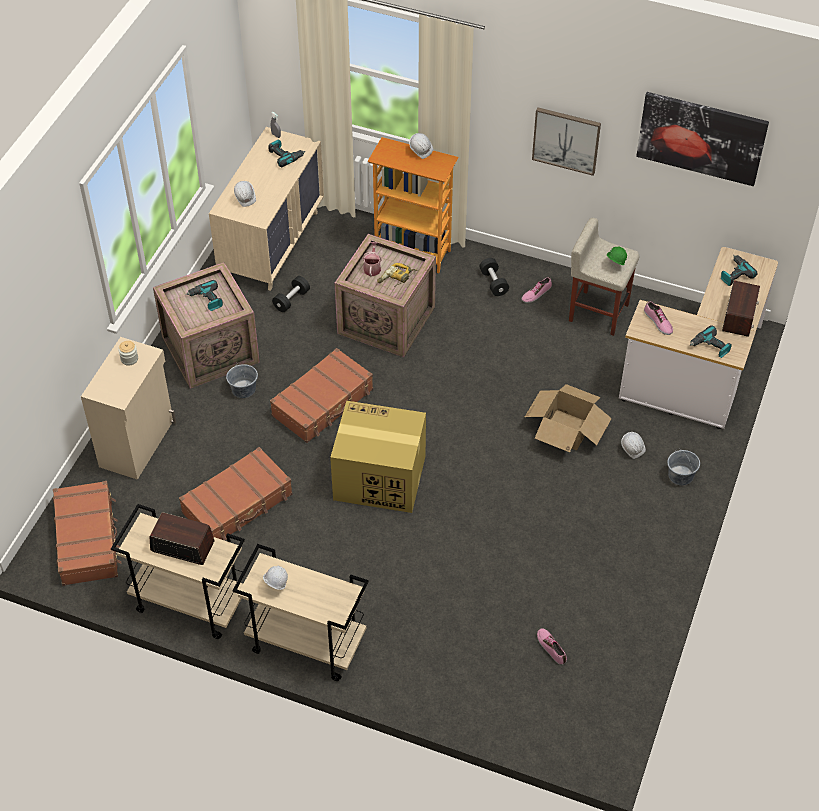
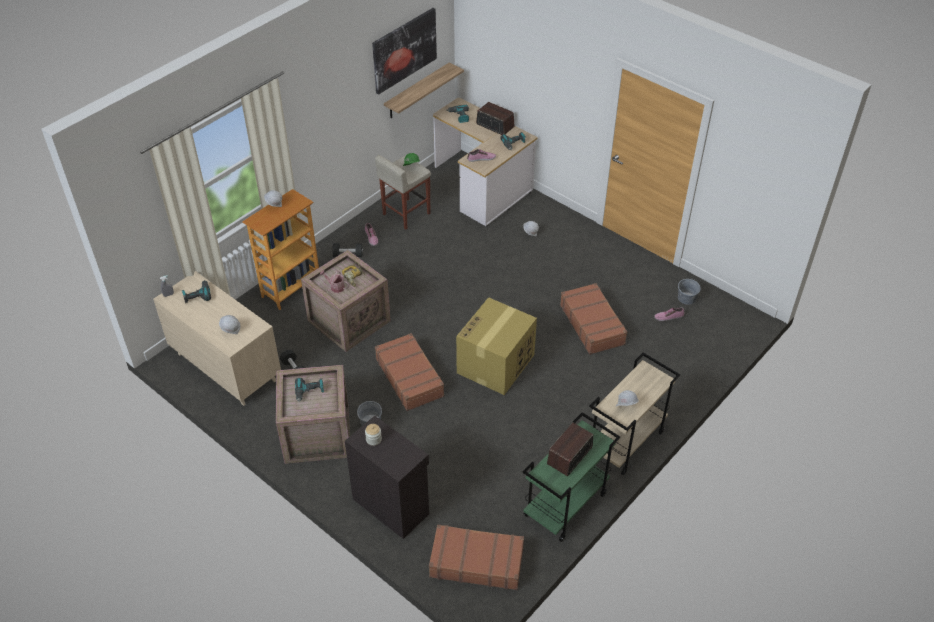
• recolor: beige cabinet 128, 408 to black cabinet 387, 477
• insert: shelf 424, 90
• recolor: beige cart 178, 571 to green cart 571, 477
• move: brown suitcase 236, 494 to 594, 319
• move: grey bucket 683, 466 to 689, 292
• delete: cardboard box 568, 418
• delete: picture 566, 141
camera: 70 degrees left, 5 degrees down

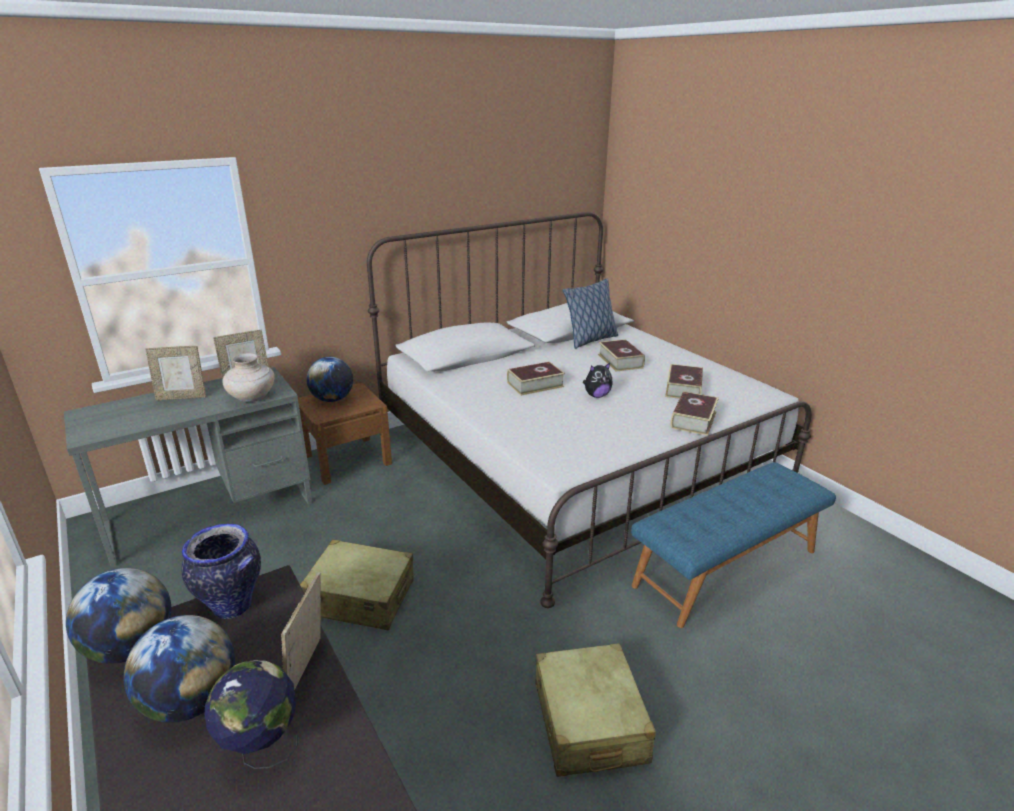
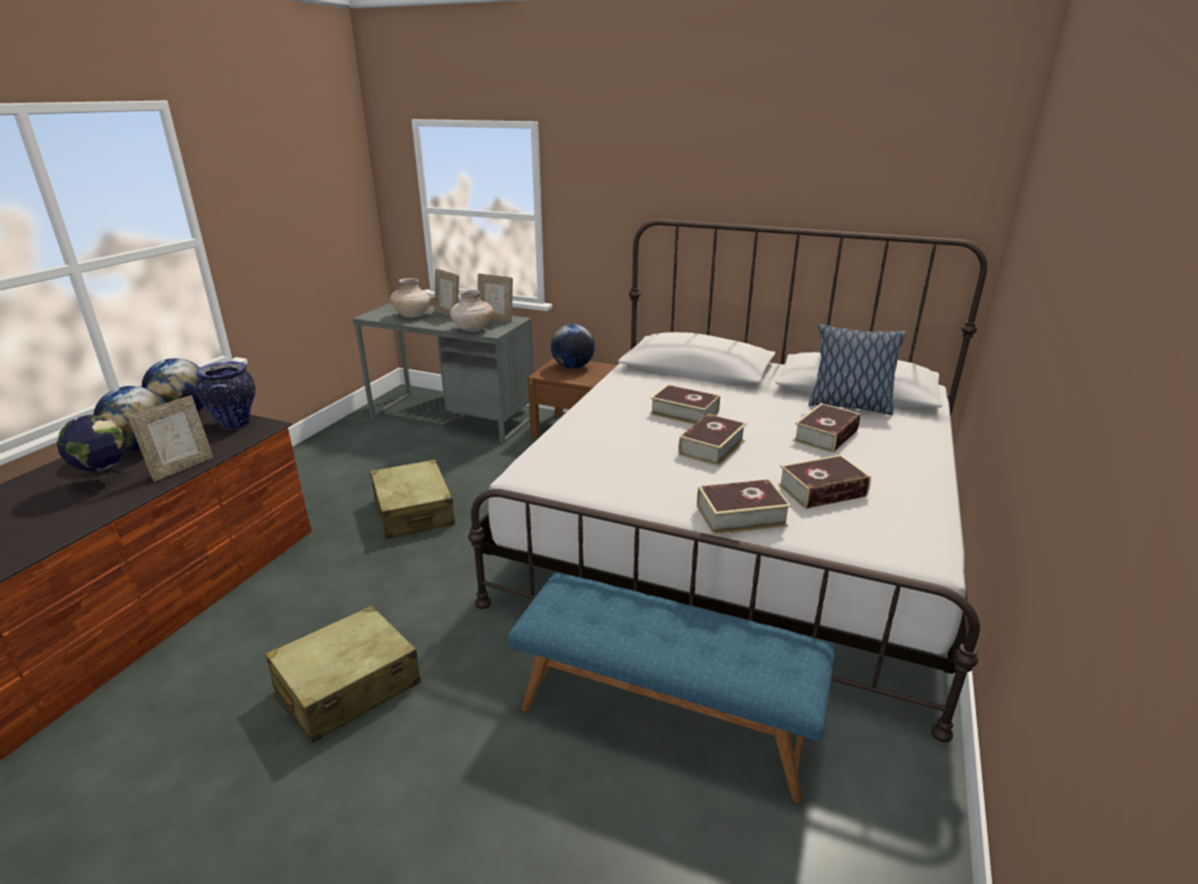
• rotate: picture frame 301, 631 = 170, 439 150 degrees clockwise
• insert: beige vase 410, 298
• replace: plush toy 598, 380 to book 712, 440
camera: 55 degrees right, 0 degrees up

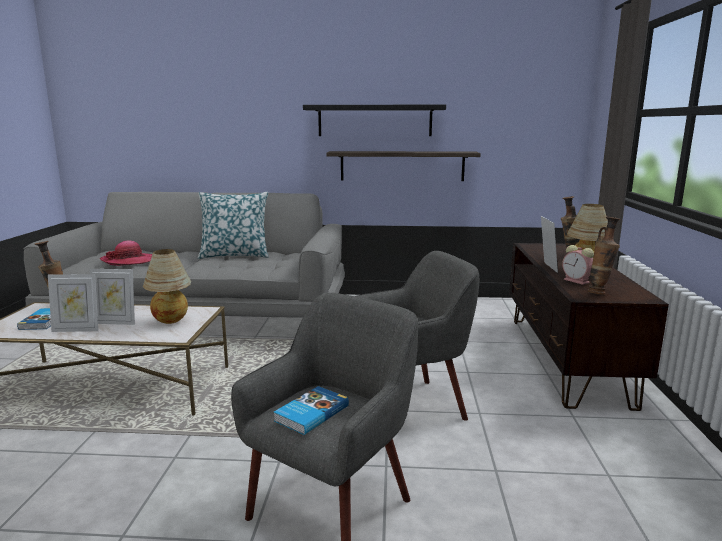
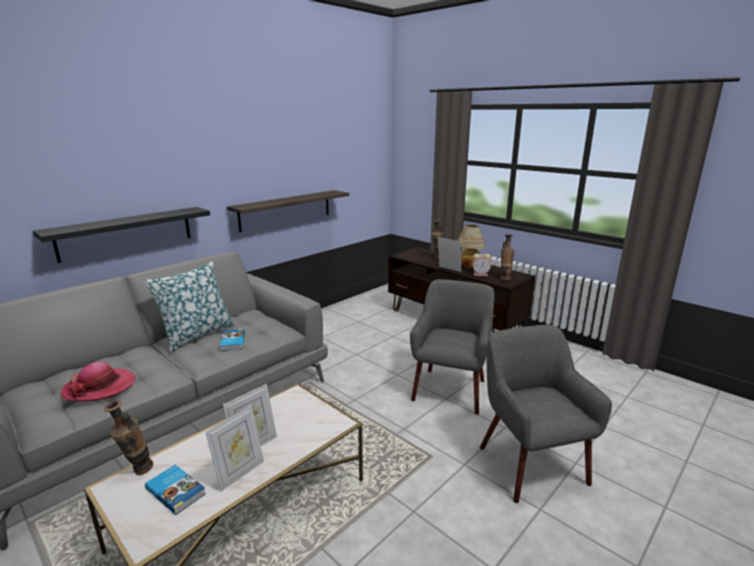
• move: black shelf 374, 120 to 121, 235
• move: book 311, 410 to 232, 340
• delete: table lamp 167, 286
camera: 50 degrees left, 5 degrees up

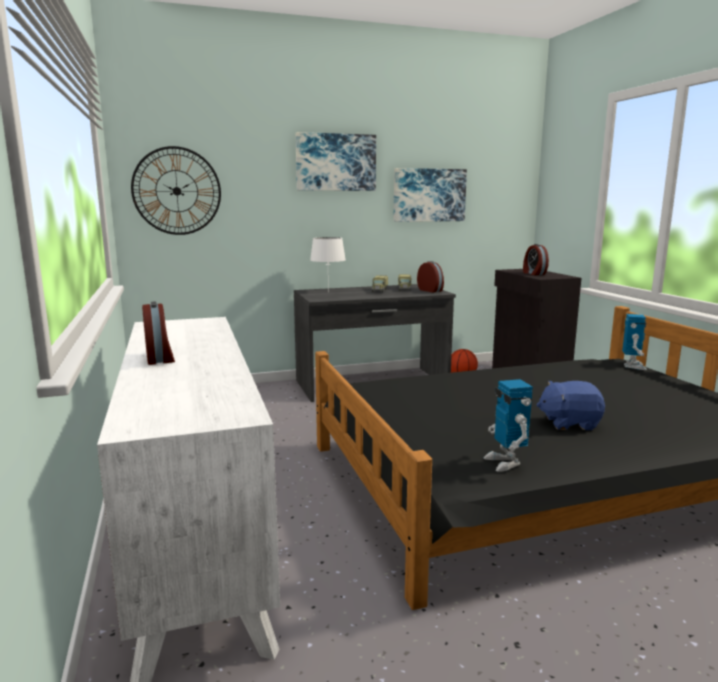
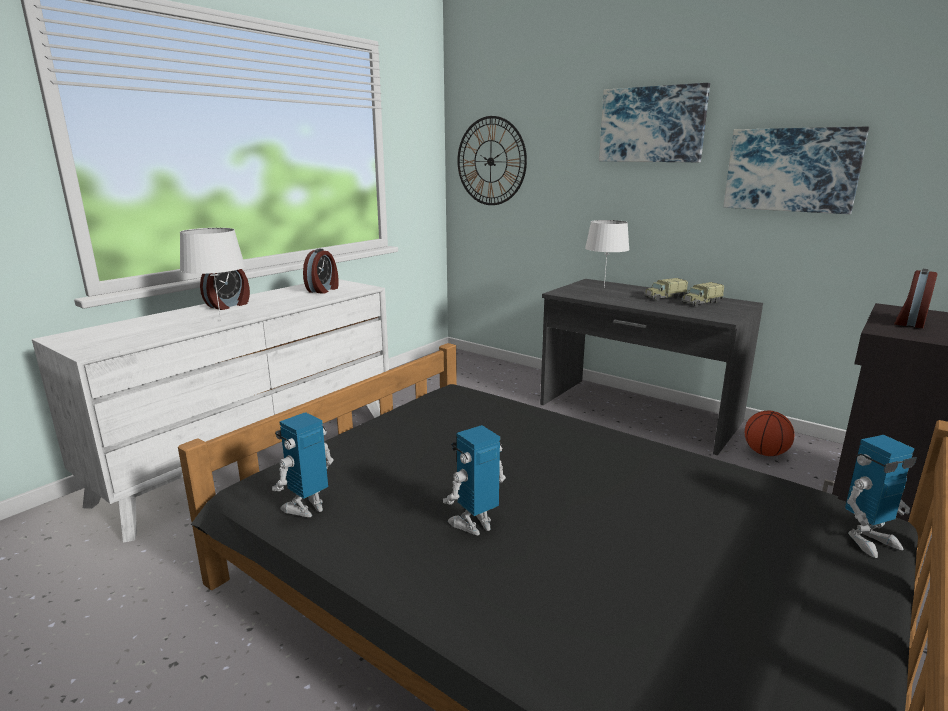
• insert: white table lamp 212, 274
• move: alarm clock 430, 277 to 321, 271
• replace: blue plush toy 571, 405 to toy robot 474, 480
camera: 55 degrees right, 5 degrees up

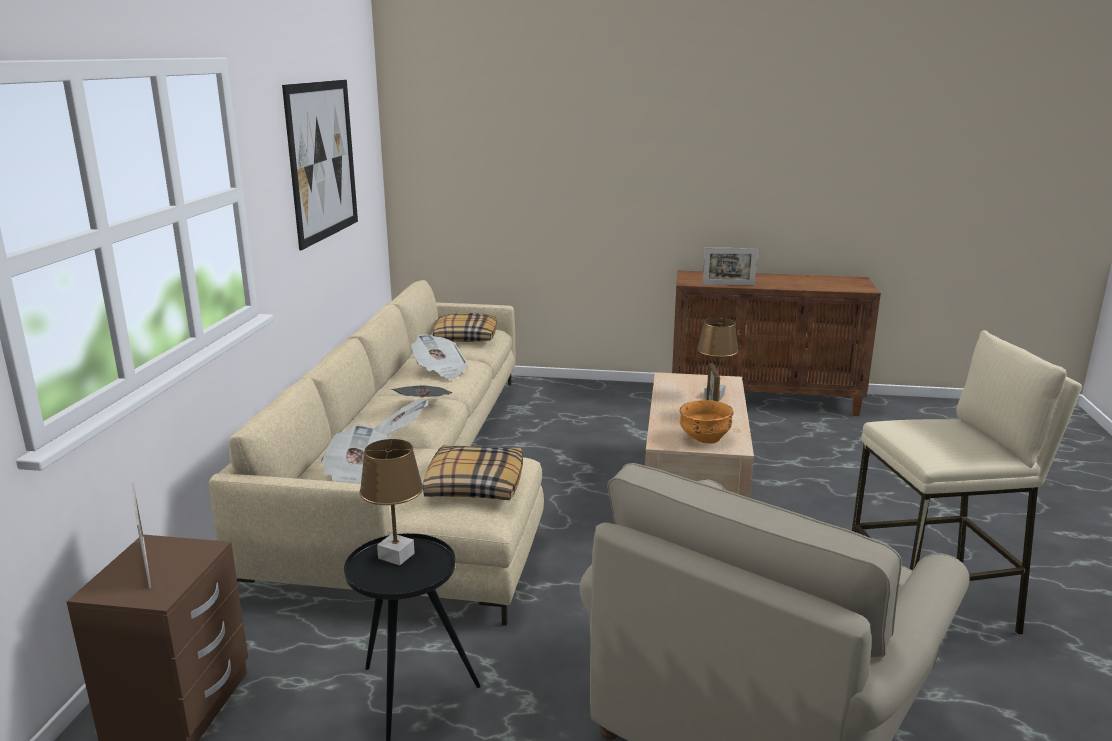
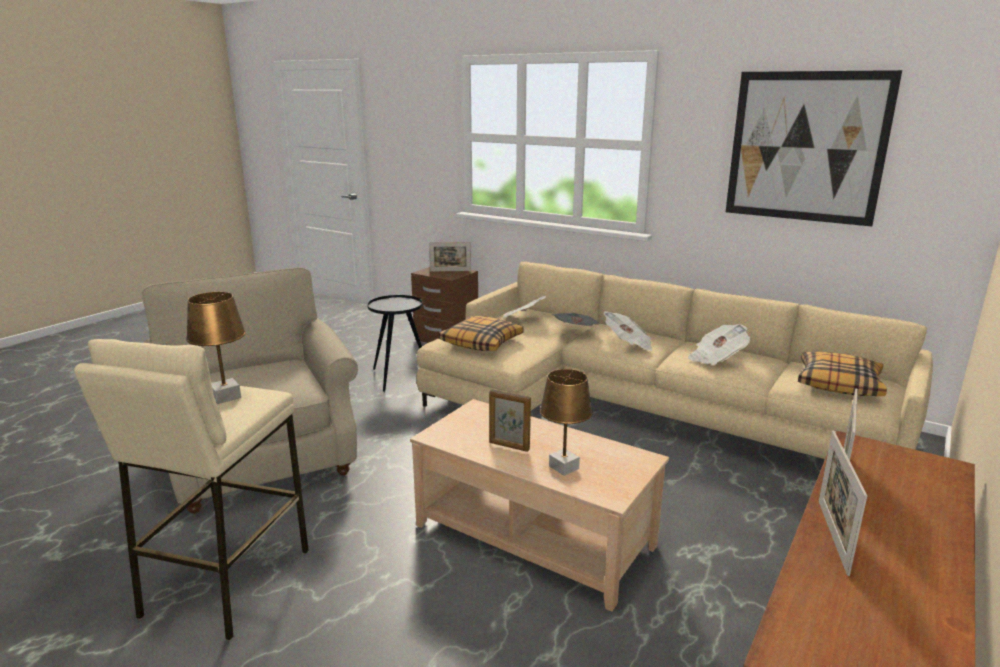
• move: brown table lamp 391, 502 to 216, 348
• insert: picture frame 843, 503
• delete: orange bowl 706, 422
camera: 115 degrees right, 0 degrees up

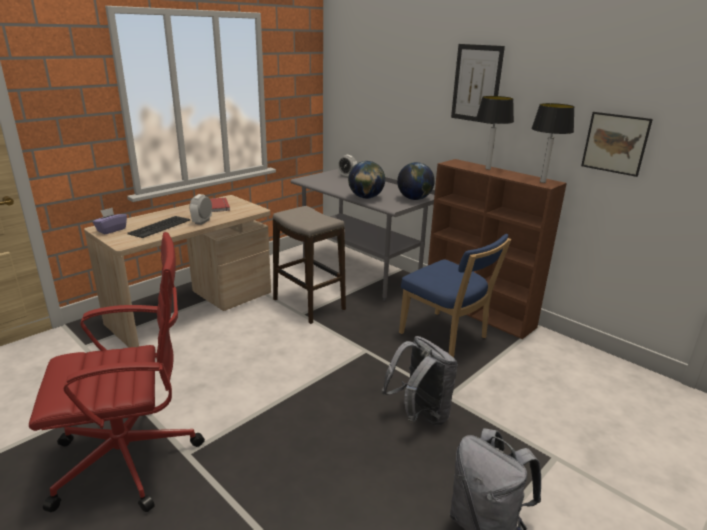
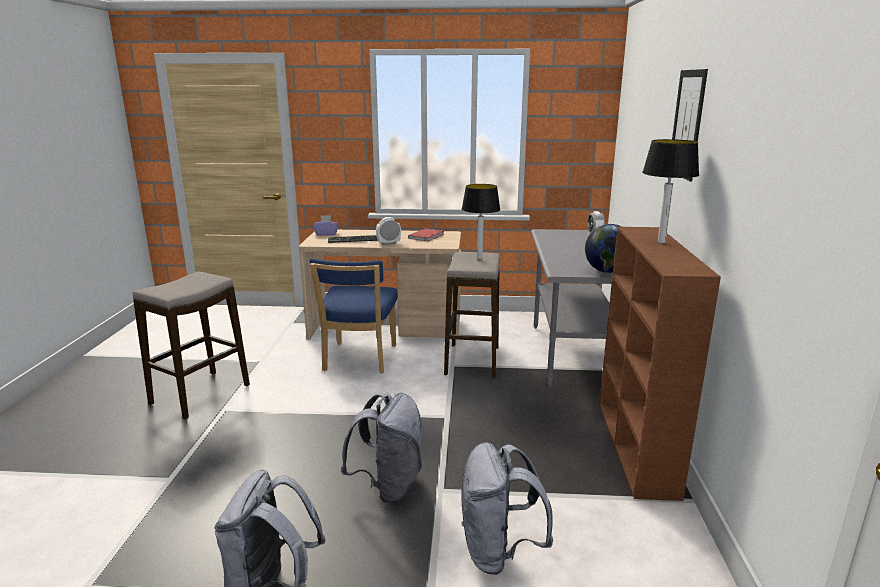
• replace: red office chair 117, 372 to stool 191, 346
• move: blue chair 455, 296 to 354, 316
• insert: grey backpack 507, 508
• move: table lamp 552, 143 to 481, 221
• delete: globe 366, 180
• delete: picture 617, 144
camera: 50 degrees right, 5 degrees down

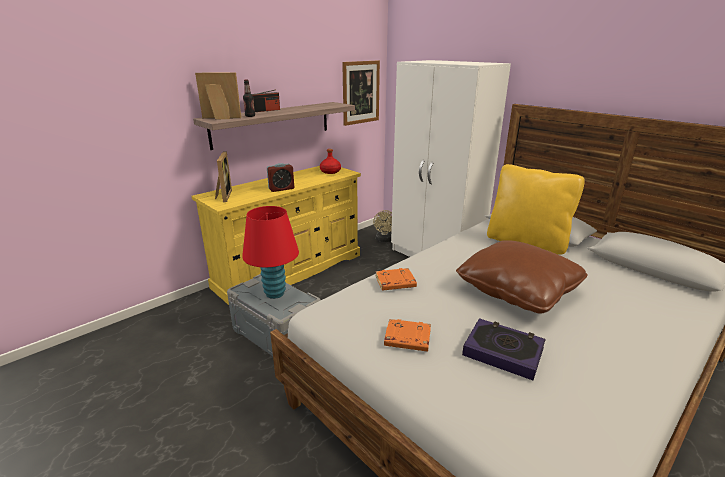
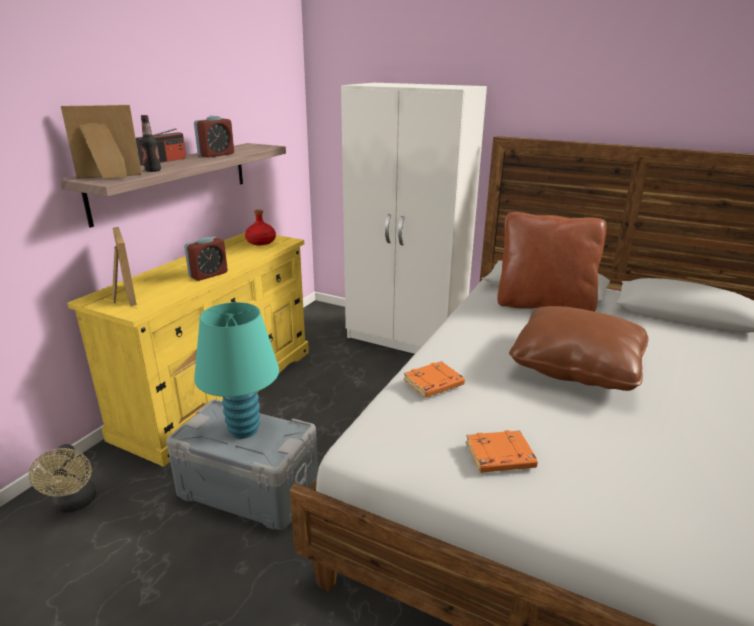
• move: beige fan 382, 226 to 63, 478
• insert: alarm clock 214, 137
• recolor: red table lamp 270, 252 to turquoise table lamp 236, 370
• recolor: yellow pillow 536, 209 to brown pillow 551, 261
• delete: picture 361, 93
• delete: book 504, 349
camera: 20 degrees left, 0 degrees up

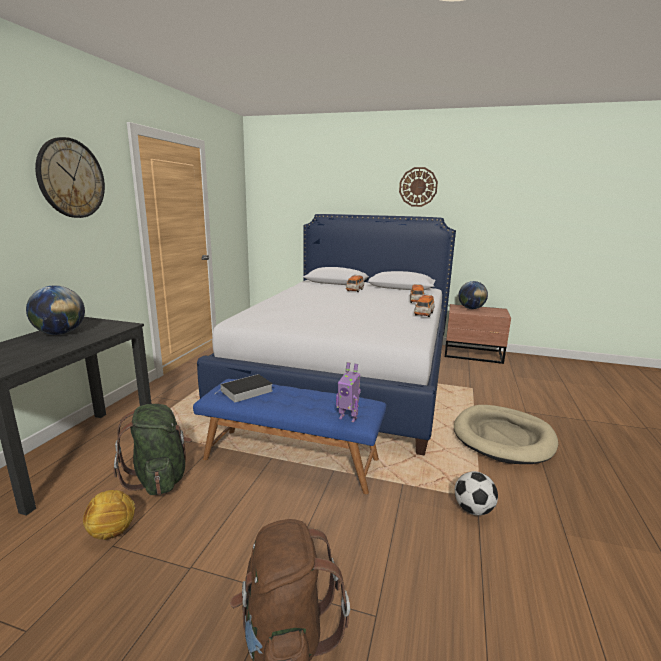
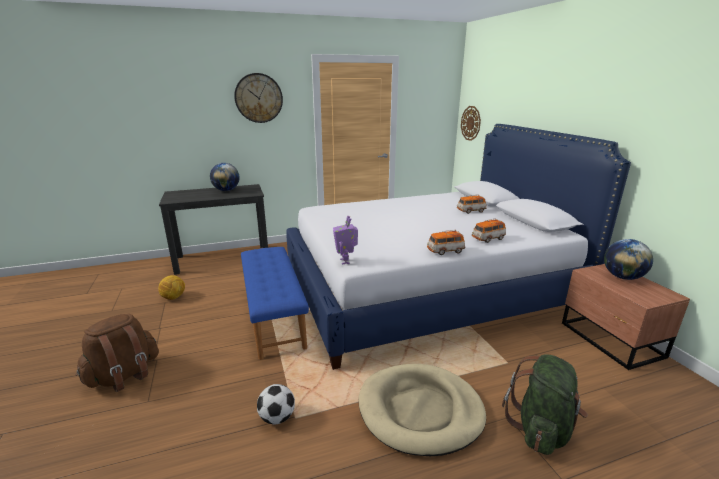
• move: toy robot 348, 392 to 345, 240
• move: wall clock 418, 187 to 471, 123
• move: green backpack 152, 449 to 545, 404
• delete: book 243, 388
camera: 55 degrees right, 5 degrees up

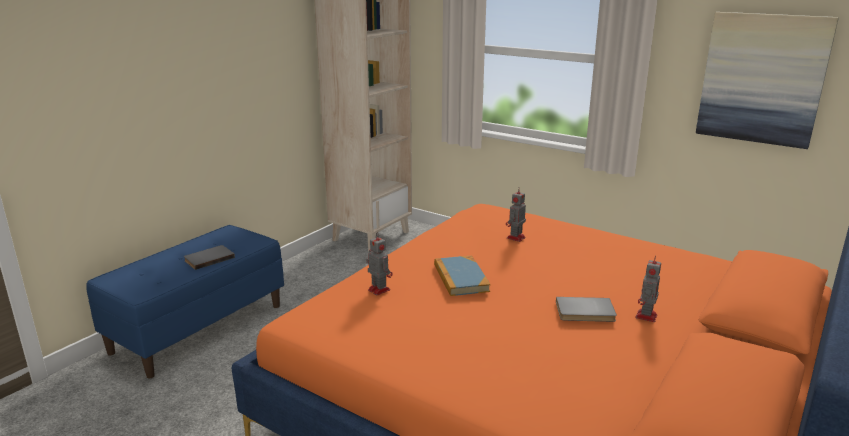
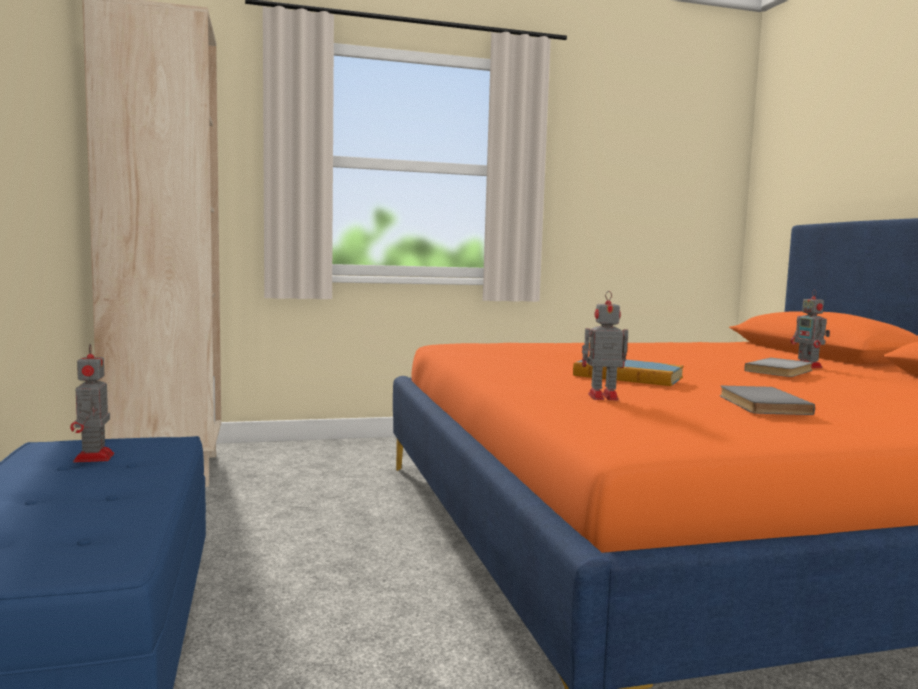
• move: toy robot 516, 214 to 92, 403
• move: grey book 209, 257 to 767, 400
• delete: picture 767, 80
camera: 50 degrees left, 15 degrees down

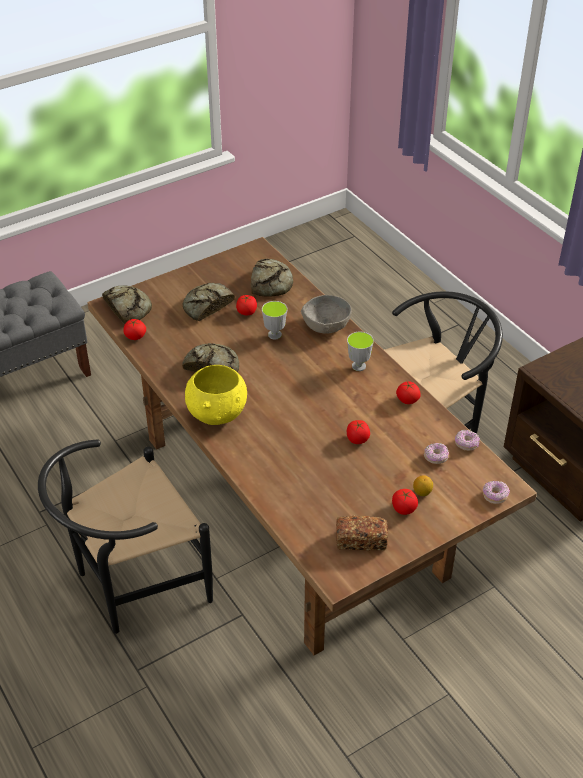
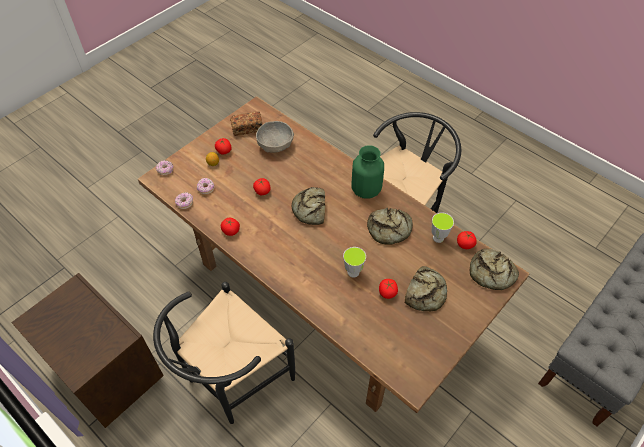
• move: grey bowl 326, 314 to 275, 137
• move: bread 272, 278 to 308, 206
• replace: yellow bowl 216, 395 to green vase 367, 172
• move: cup 360, 351 to 442, 228
camera: 165 degrees right, 10 degrees up

